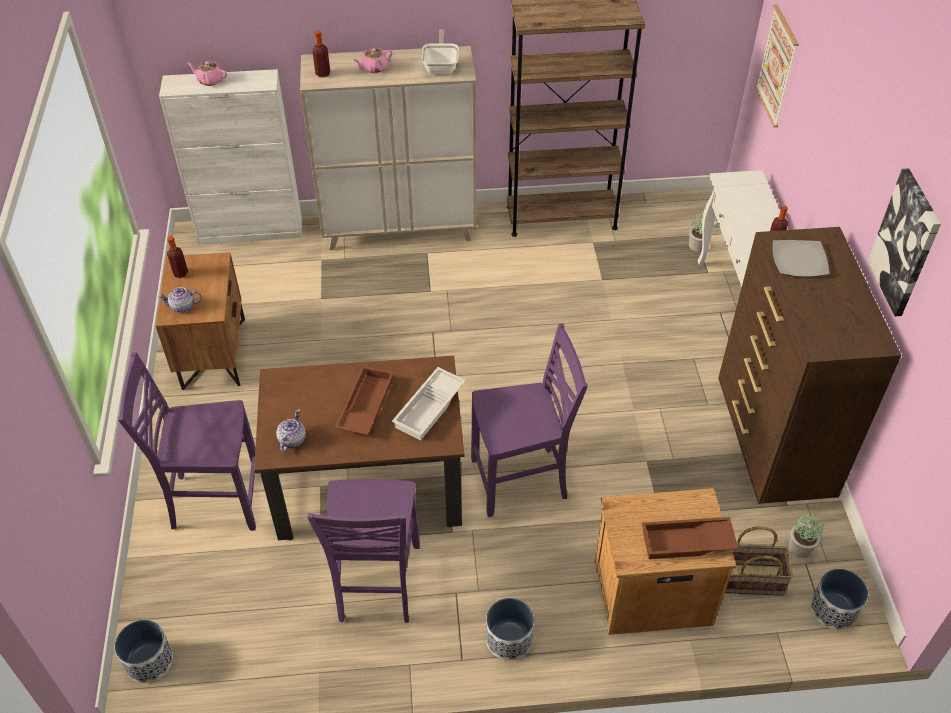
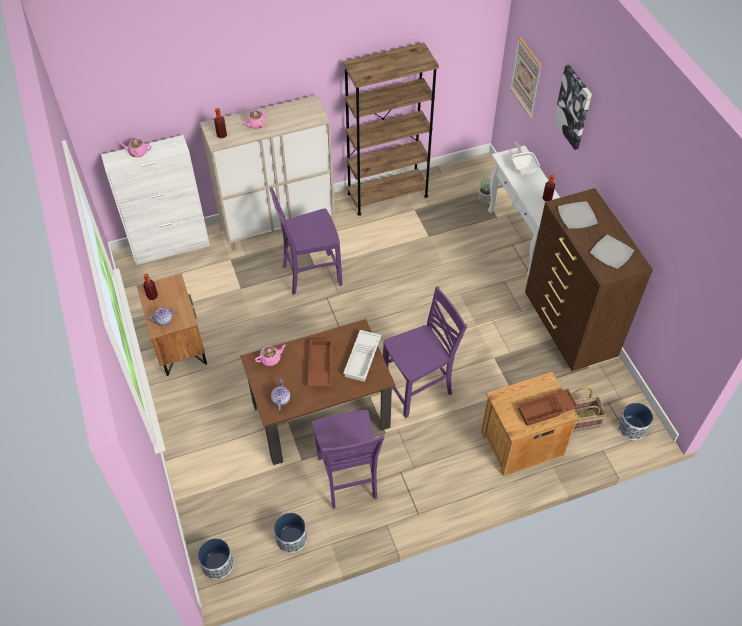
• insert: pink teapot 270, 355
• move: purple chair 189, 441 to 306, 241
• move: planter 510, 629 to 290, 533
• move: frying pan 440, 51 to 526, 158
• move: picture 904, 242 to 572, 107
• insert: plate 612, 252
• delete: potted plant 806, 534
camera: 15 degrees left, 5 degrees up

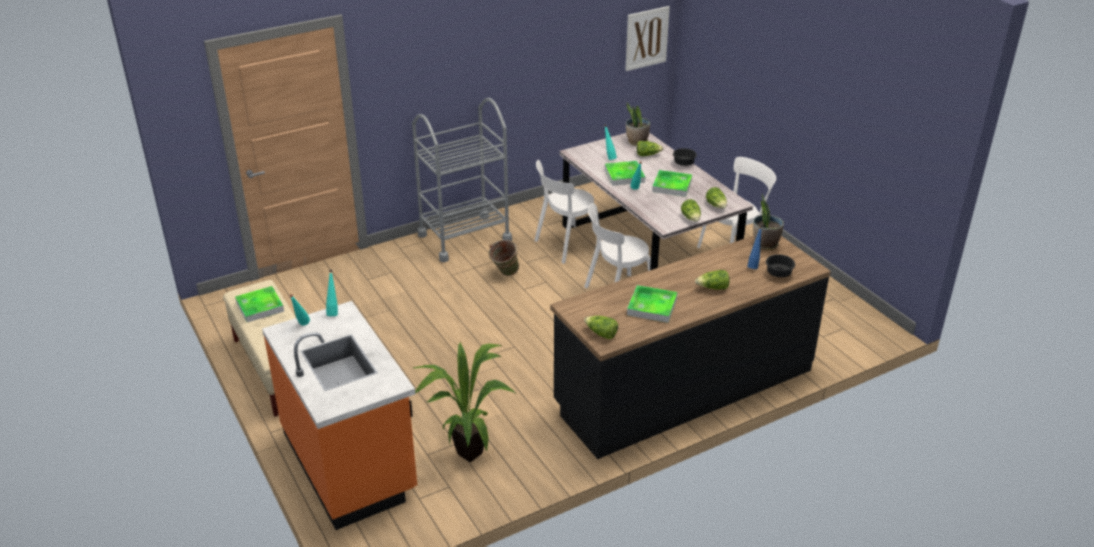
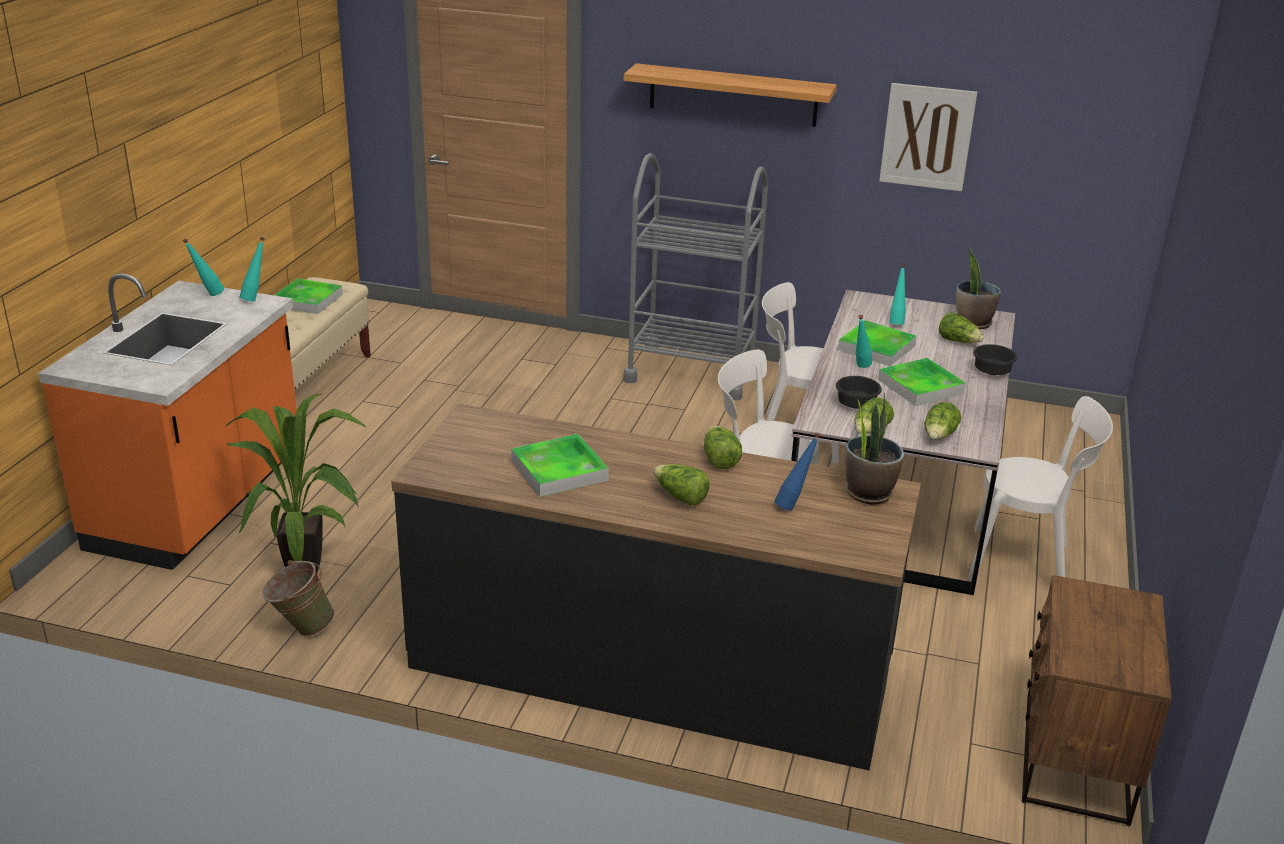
• move: green bucket 503, 258 to 299, 598
• insert: shelf 730, 95
• move: lettuce 601, 327 to 723, 447
• move: black bowl 780, 265 to 859, 392
• move: picture 647, 38 to 928, 137
• insert: brown nightstand 1097, 700
camera: 45 degrees right, 5 degrees down

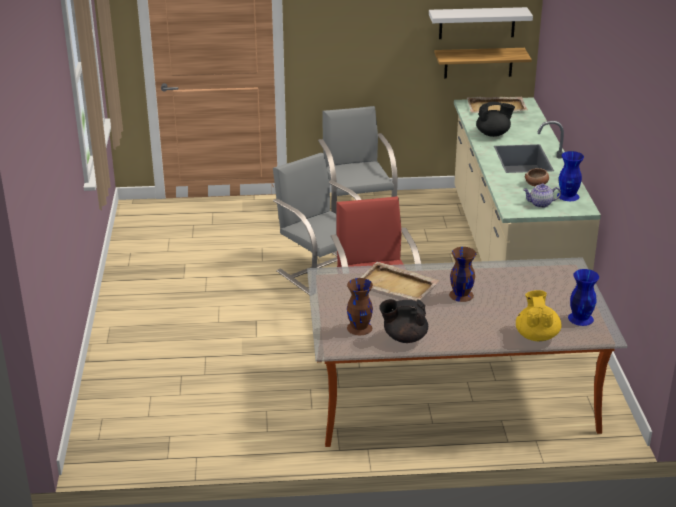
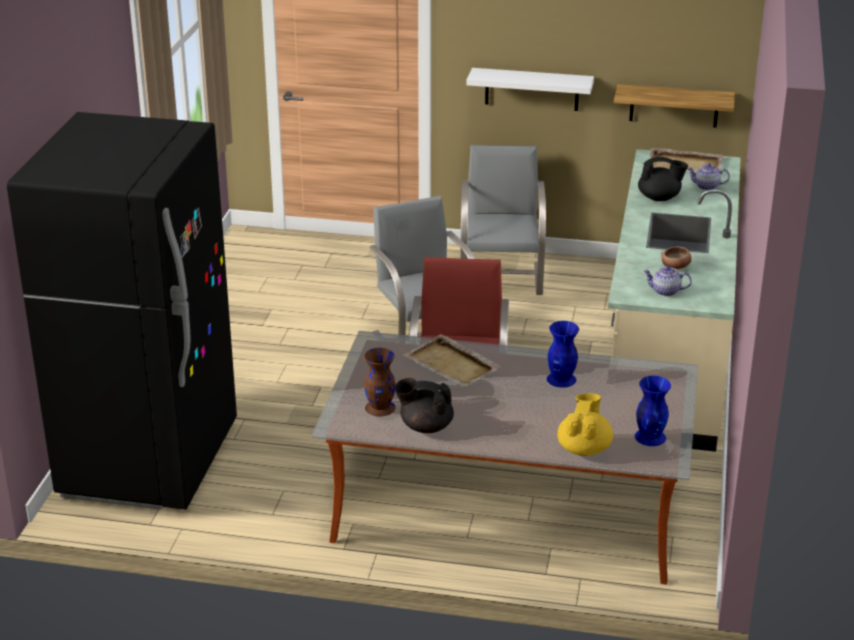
• insert: black fridge 122, 311
• move: white shelf 481, 23 to 530, 89
• move: blue vase 570, 176 to 563, 354
• insert: teapot 708, 176
• delete: brown vase 462, 274
camera: 15 degrees right, 0 degrees up

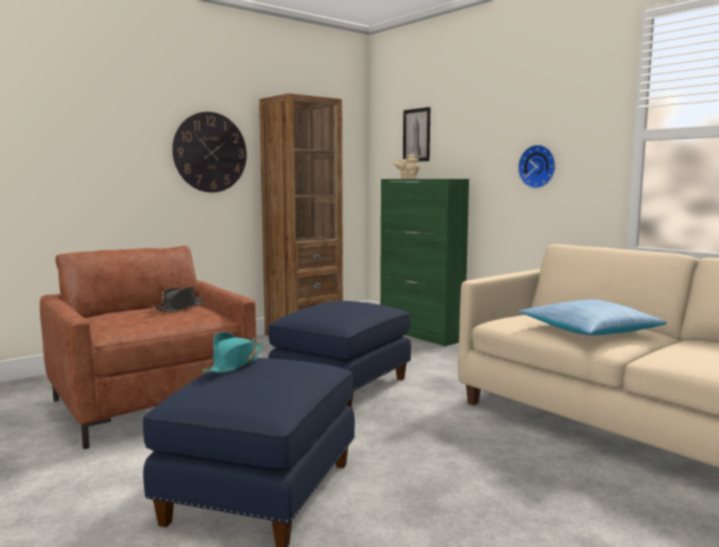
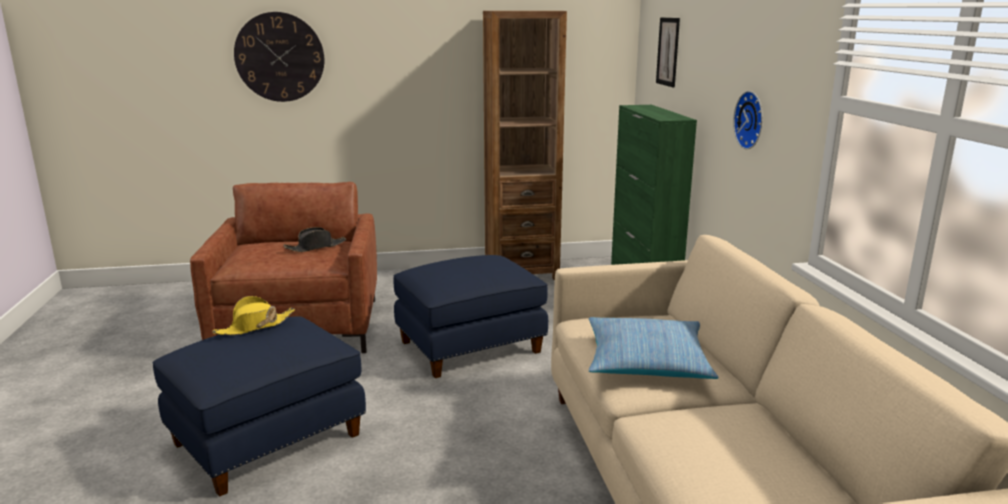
• recolor: turquoise hat 232, 352 to yellow hat 253, 315
• move: wall clock 209, 152 to 279, 57
• delete: beige teapot 406, 166
camera: 30 degrees right, 10 degrees up

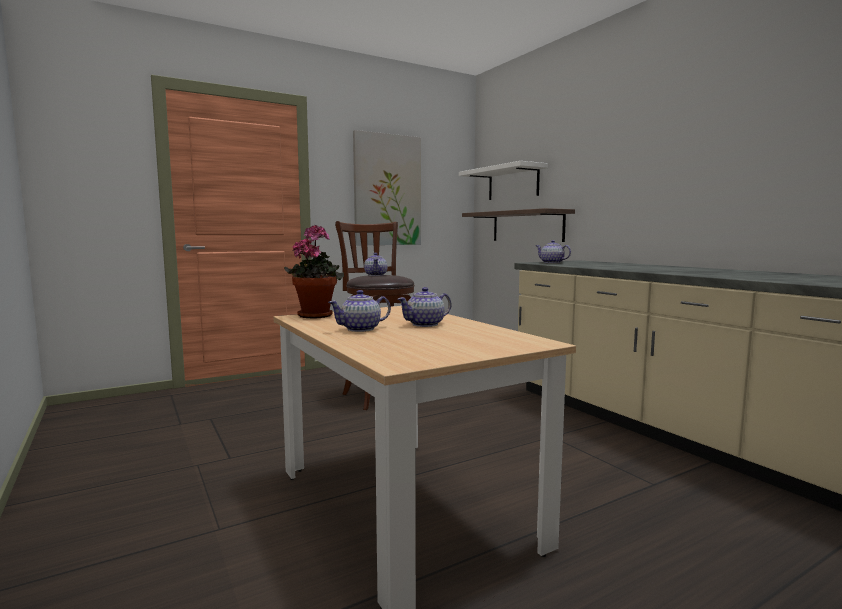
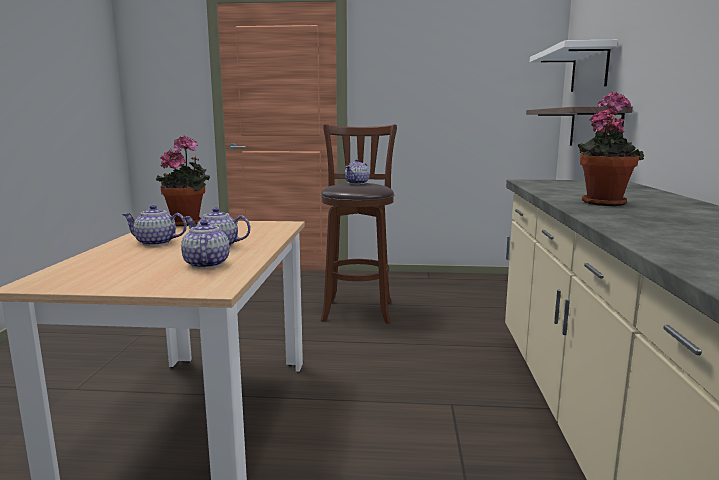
• move: teapot 553, 251 to 205, 244
• insert: potted plant 611, 149
• delete: picture 387, 187
camera: 35 degrees right, 5 degrees up

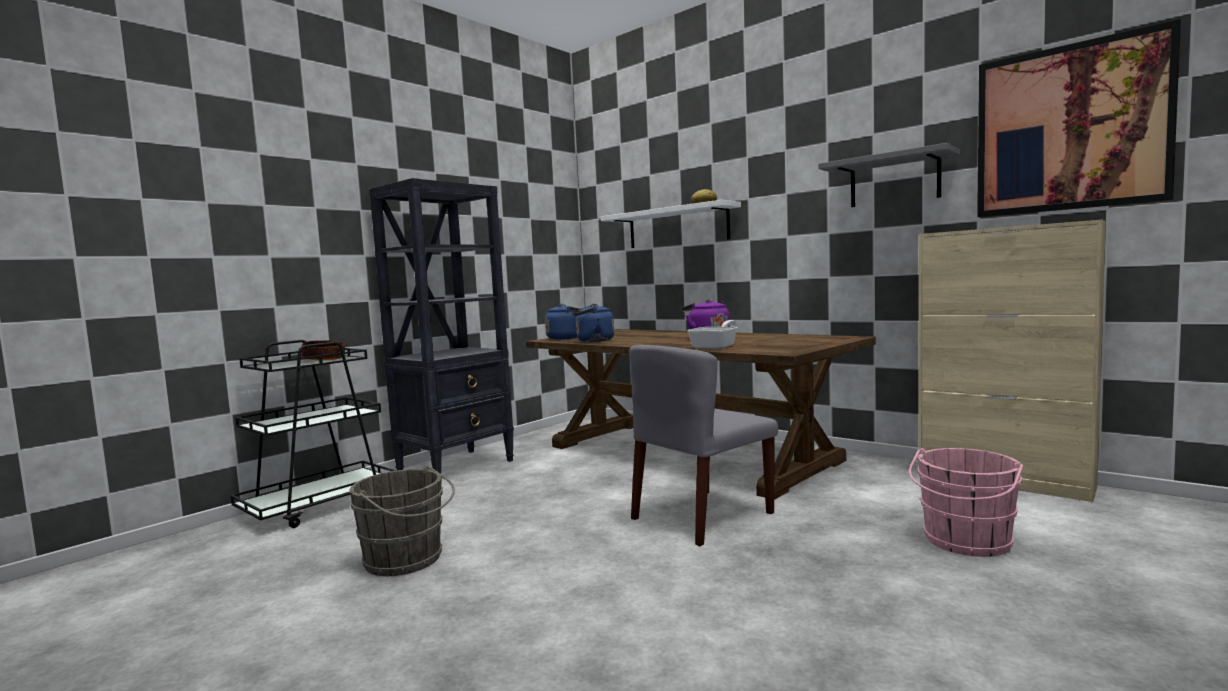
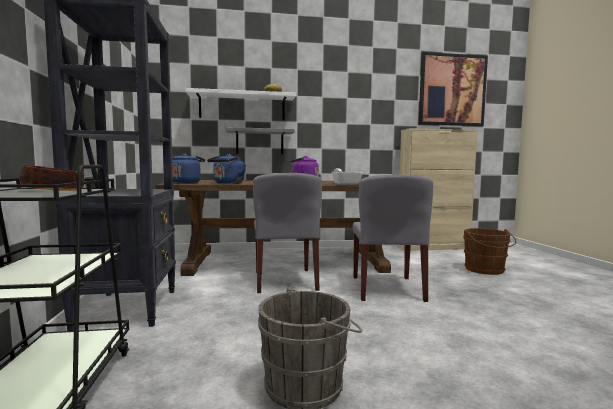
• move: grey shelf 889, 175 to 260, 140
• insert: grey chair 287, 233
• recolor: pink bucket 966, 502 to brown bucket 490, 251
camera: 50 degrees left, 0 degrees up

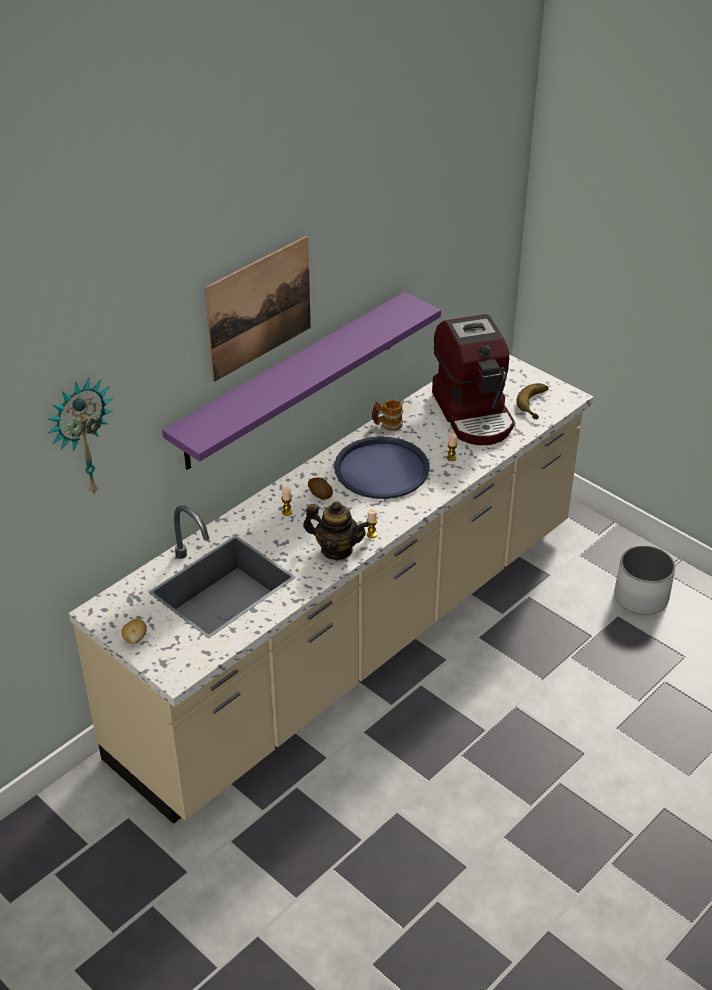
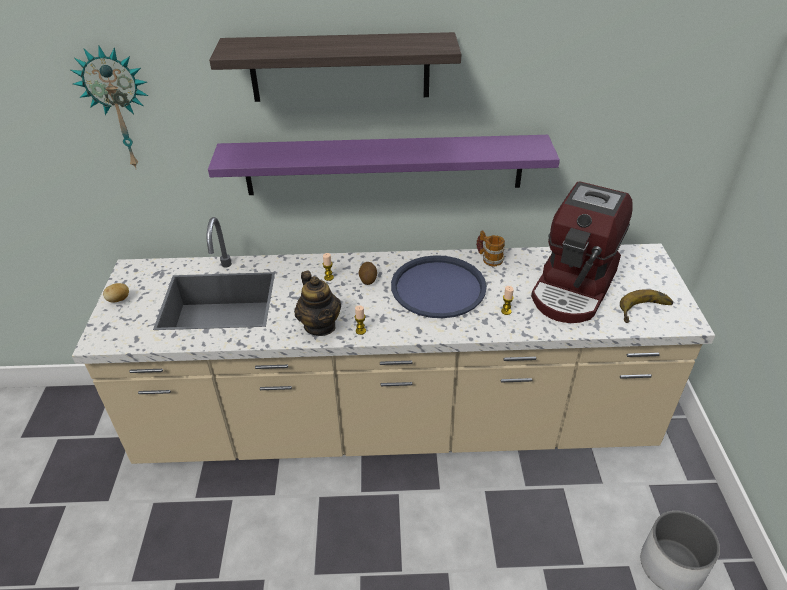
• replace: picture 258, 309 to shelf 335, 67
camera: 45 degrees right, 0 degrees up

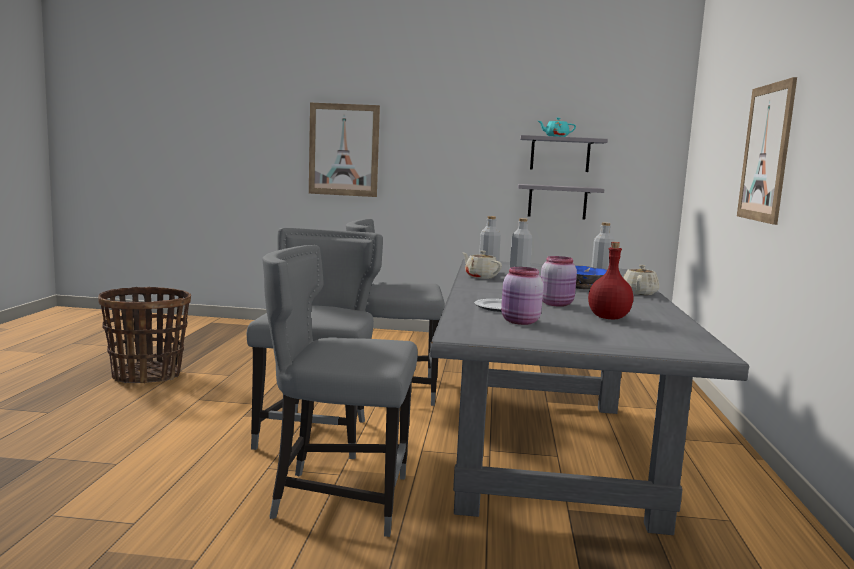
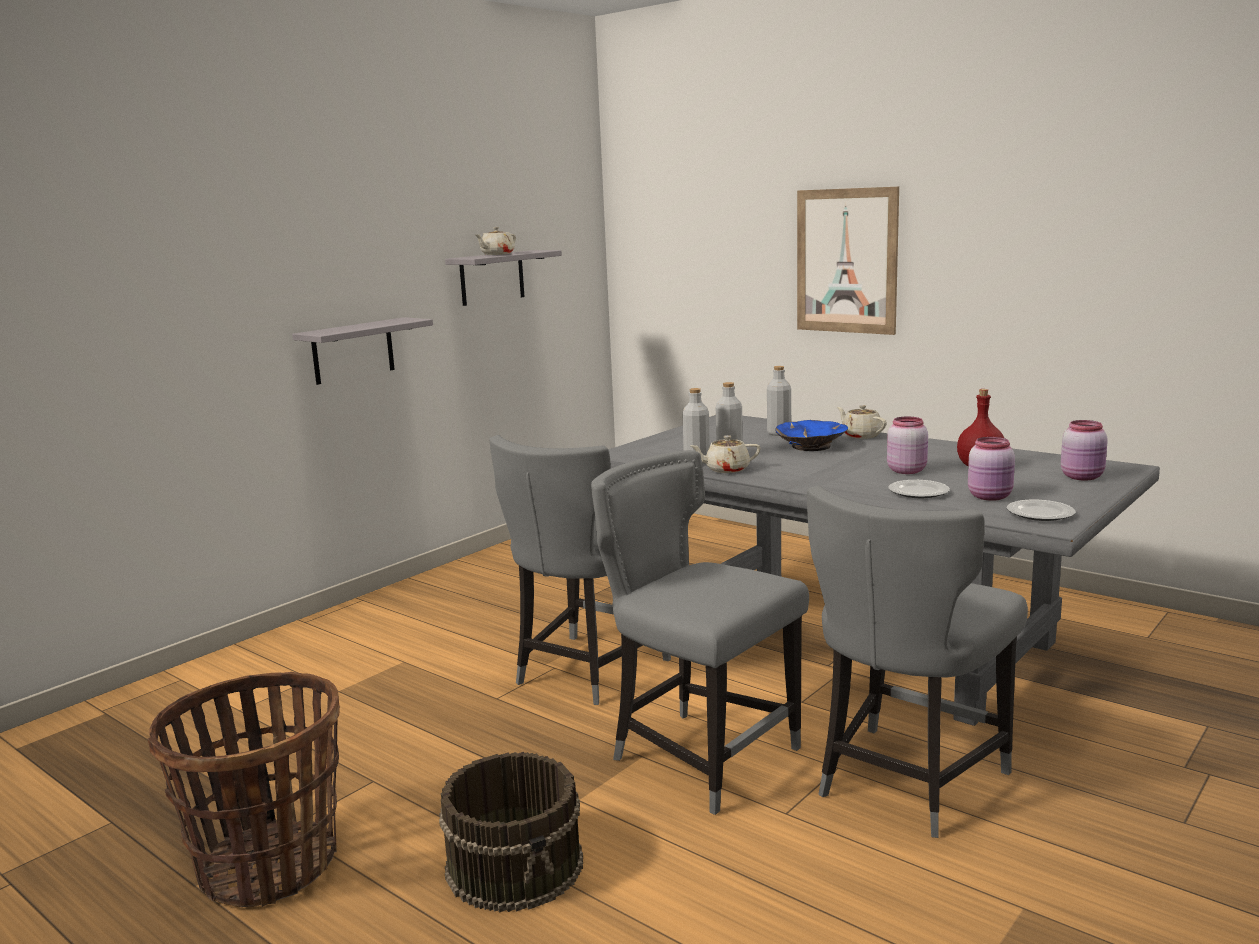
• move: grey shelf 561, 202 to 362, 351
• insert: brown bucket 511, 832
• recolor: turquoise teapot 557, 127 to beige teapot 495, 241
• insert: plate 1041, 510
• insert: pink jar 1084, 450
• delete: picture 344, 150
camera: 55 degrees left, 5 degrees up

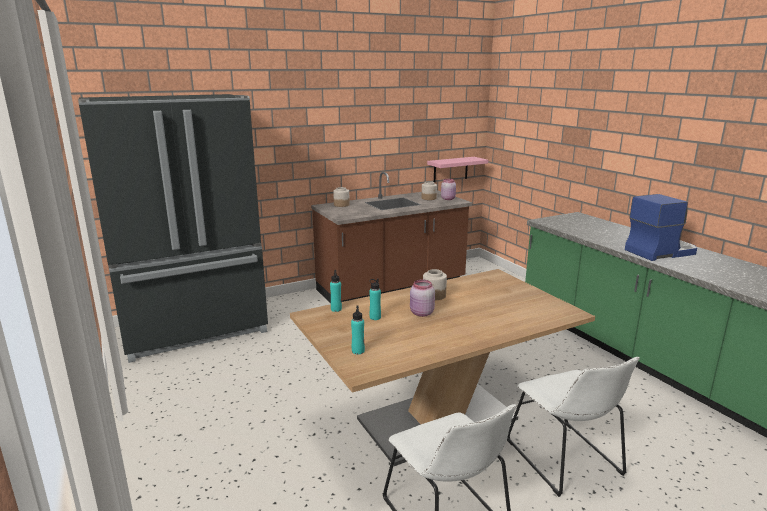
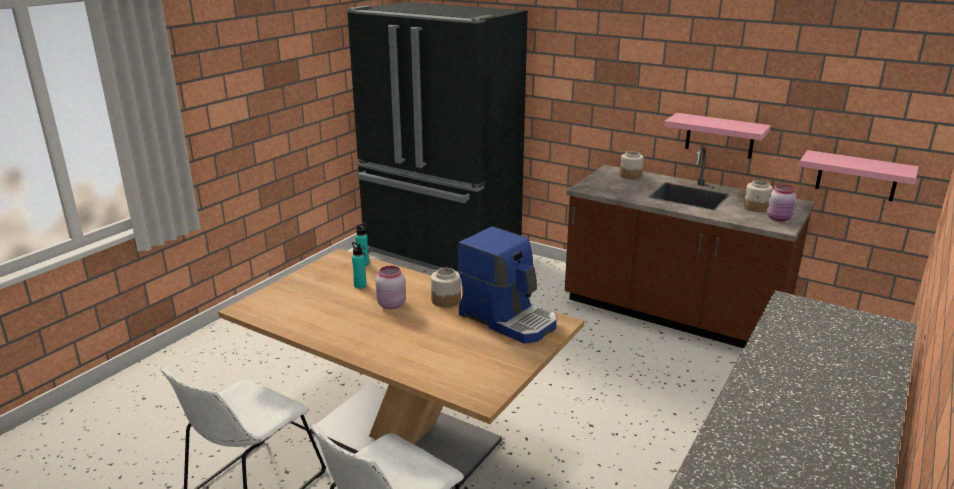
• move: coffee machine 661, 227 to 507, 285
• insert: pink shelf 717, 136
• delete: turquoise bottle 358, 330
camera: 60 degrees right, 5 degrees up

